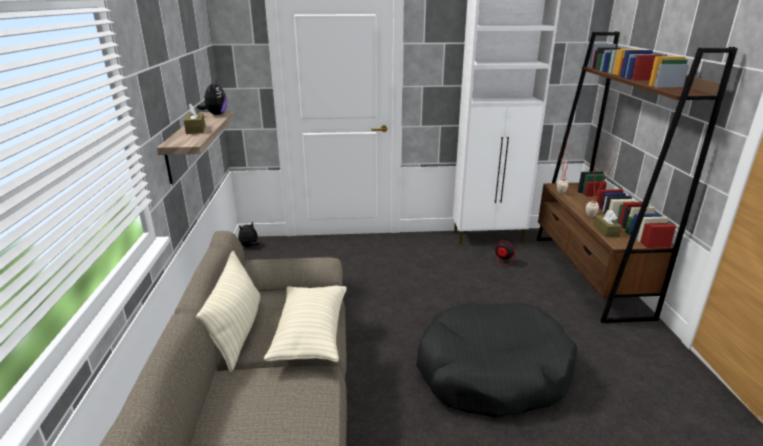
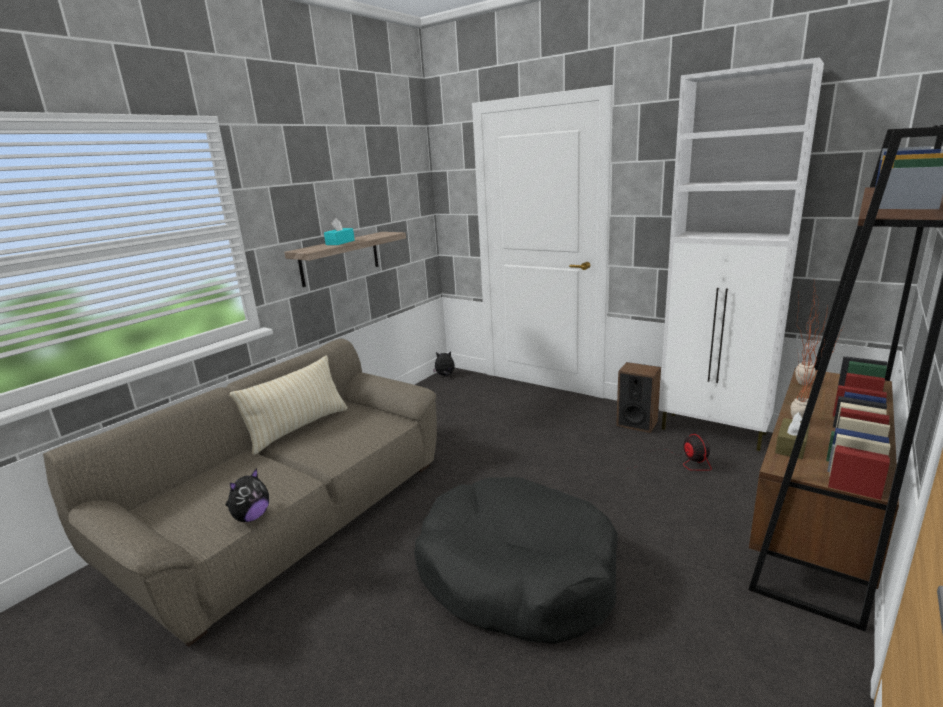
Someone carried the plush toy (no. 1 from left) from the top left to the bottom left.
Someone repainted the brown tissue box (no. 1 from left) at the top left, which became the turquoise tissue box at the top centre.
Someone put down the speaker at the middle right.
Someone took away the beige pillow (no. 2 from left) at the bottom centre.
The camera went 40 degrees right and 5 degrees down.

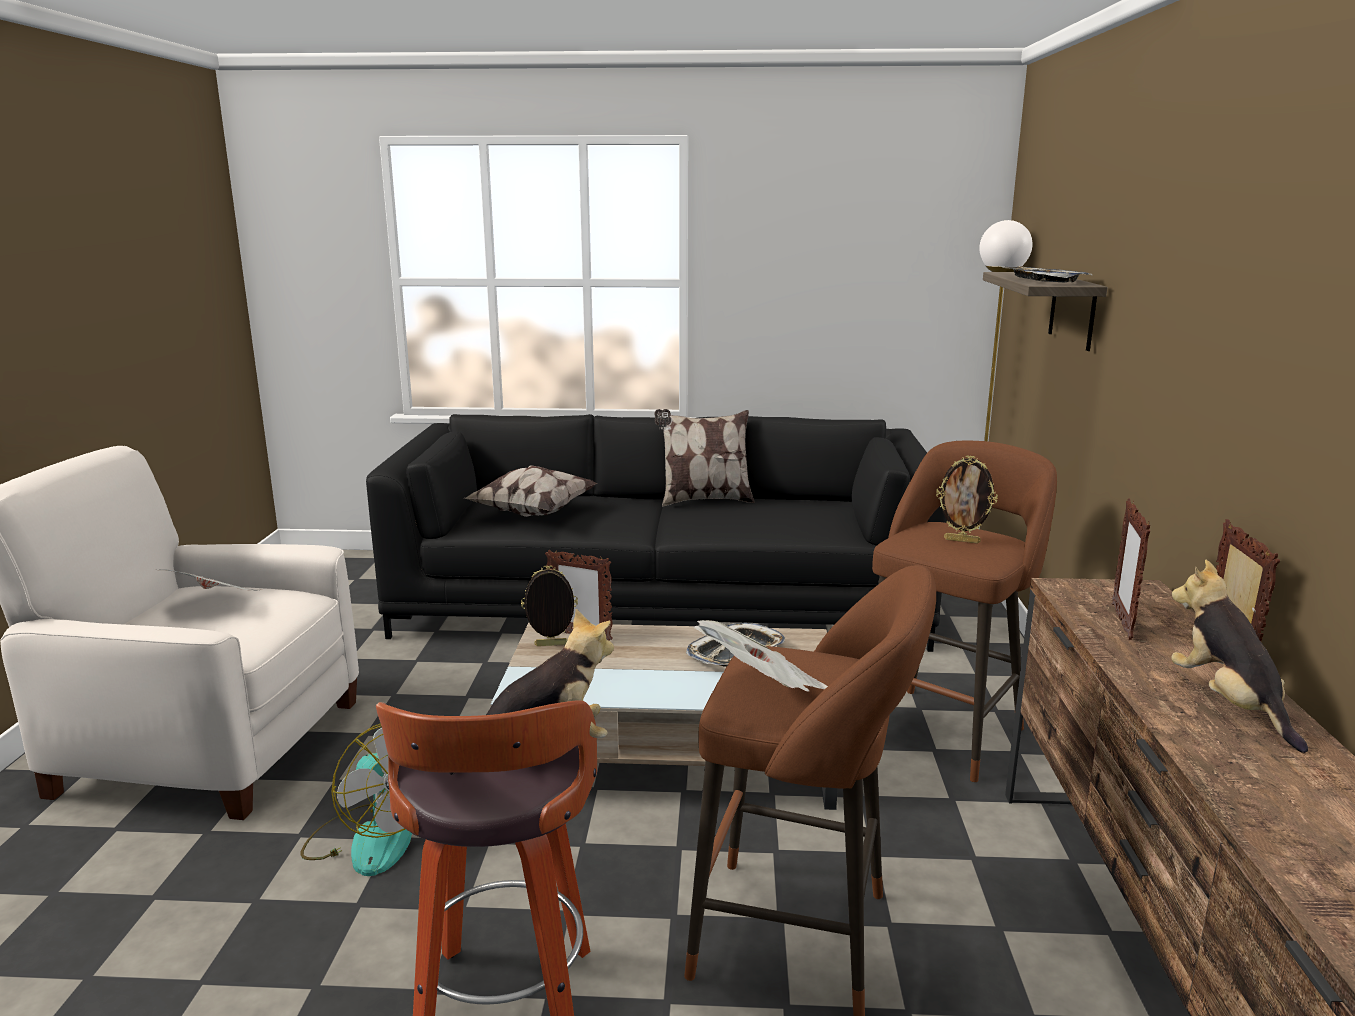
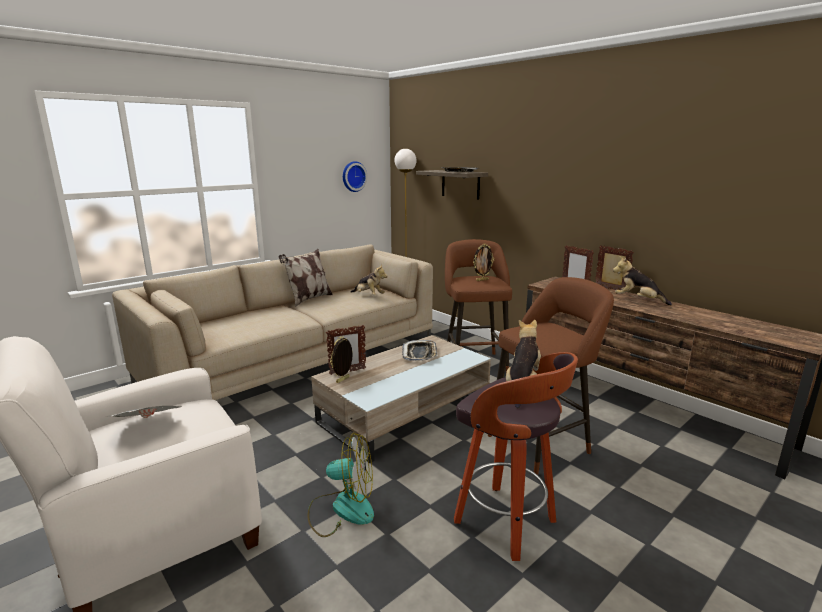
Someone repainted the black sofa at the centre, which became the beige sofa at the middle left.
Someone put up the wall clock at the top centre.
Someone put down the plush toy (no. 1 from left) at the centre.
Someone took away the pillow (no. 1 from left) at the centre.
Someone took away the newspaper (no. 2 from left) at the centre.
The camera went 45 degrees left and 0 degrees up.

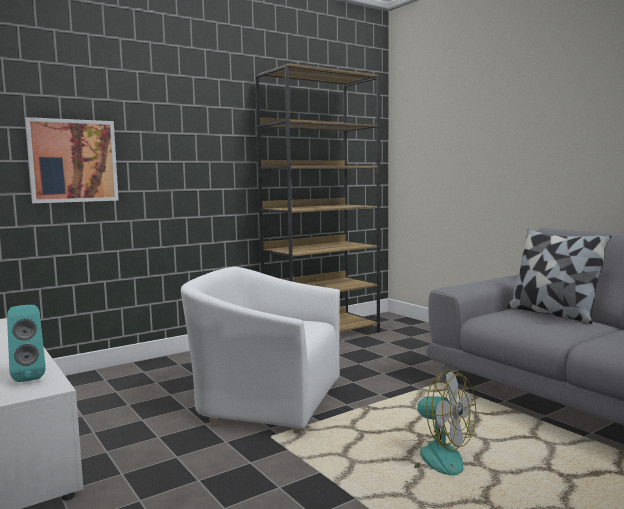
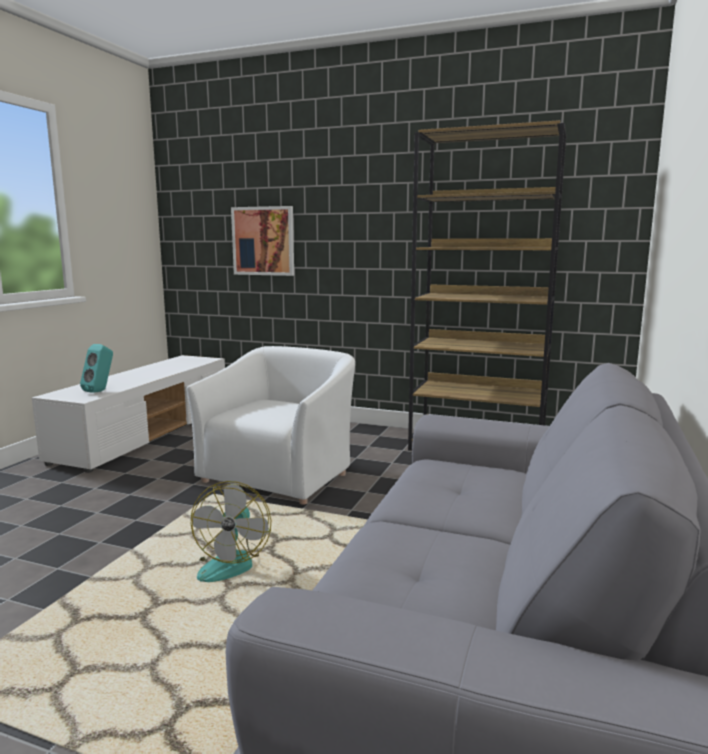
Someone rotated the white armchair at the bottom centre by 45 degrees clockwise.
Someone took away the pillow at the middle right.
The camera went 55 degrees right and 5 degrees up.

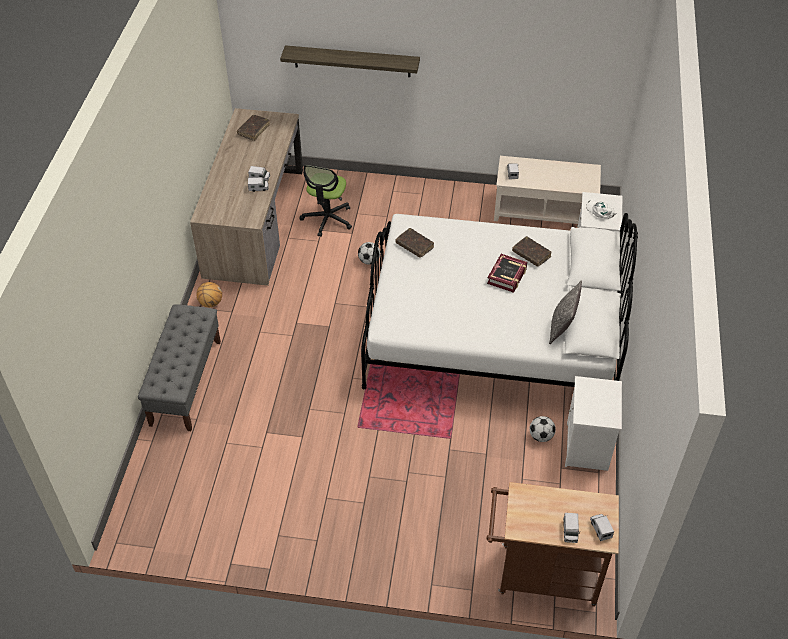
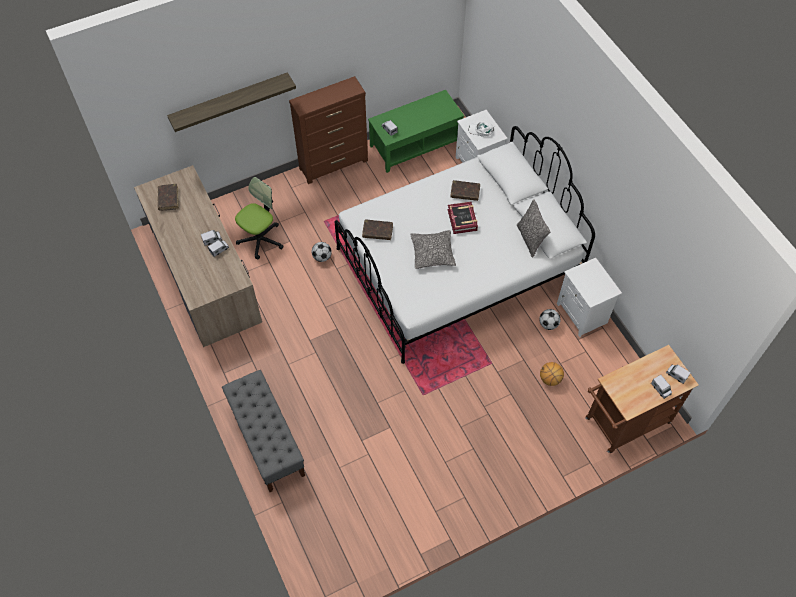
Someone rotated the office chair at the top centre by 120 degrees counterclockwise.
Someone put down the brown dresser at the top centre.
Someone repainted the beige coffee table at the top right, which became the green coffee table at the top centre.
Someone put down the pillow (no. 1 from left) at the centre.
Someone carried the basketball from the middle left to the middle right.
The camera went 35 degrees left and 10 degrees up.

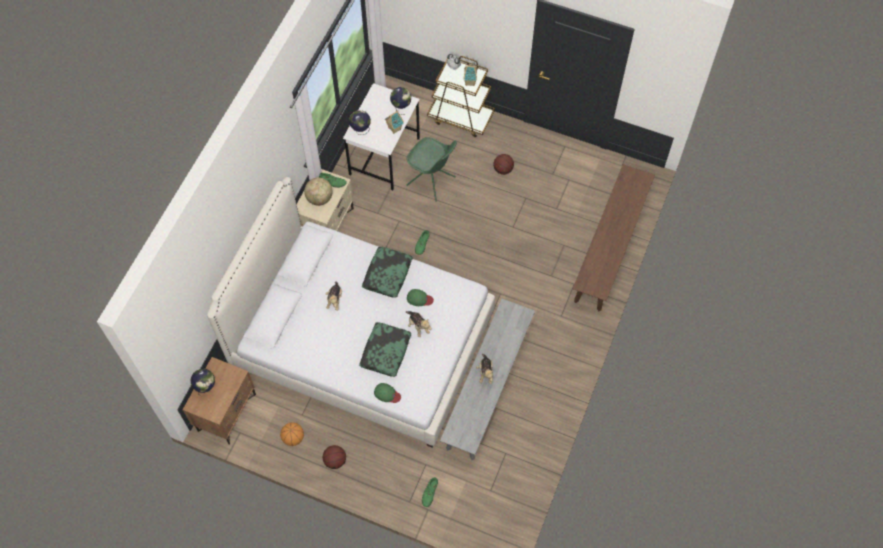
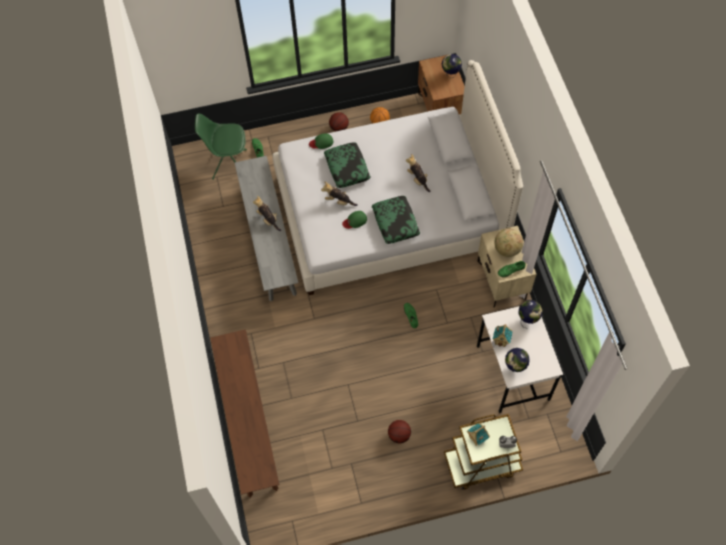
Someone carried the green chair from the top centre to the top left.
The camera went 145 degrees right and 0 degrees up.

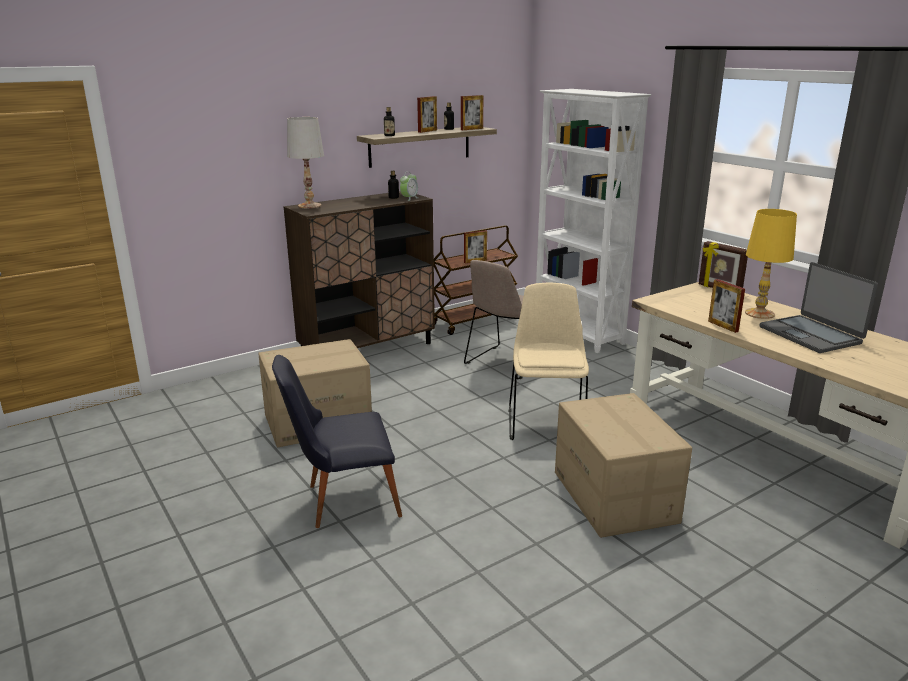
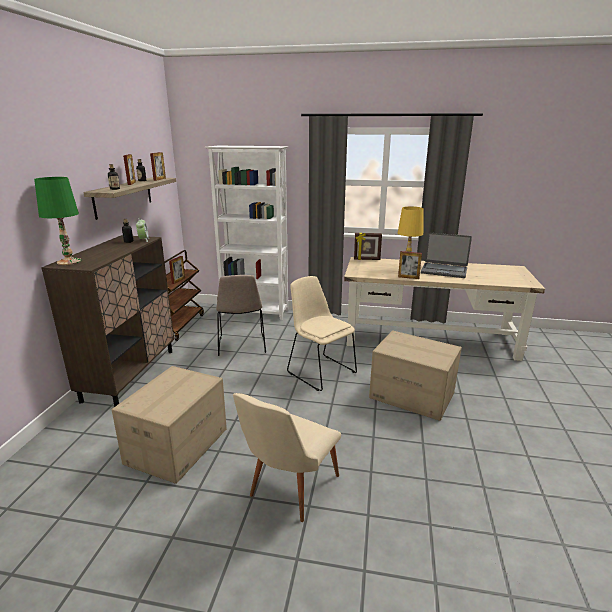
Someone repainted the white table lamp at the top centre, which became the green table lamp at the middle left.
Someone repainted the black chair at the centre, which became the beige chair (no. 2 from left) at the bottom centre.
The camera went 45 degrees left and 0 degrees up.

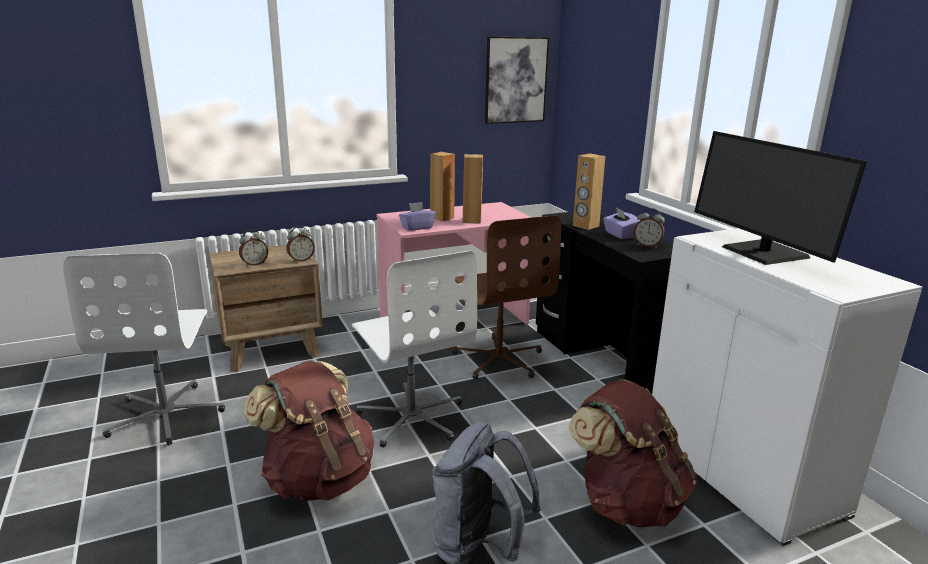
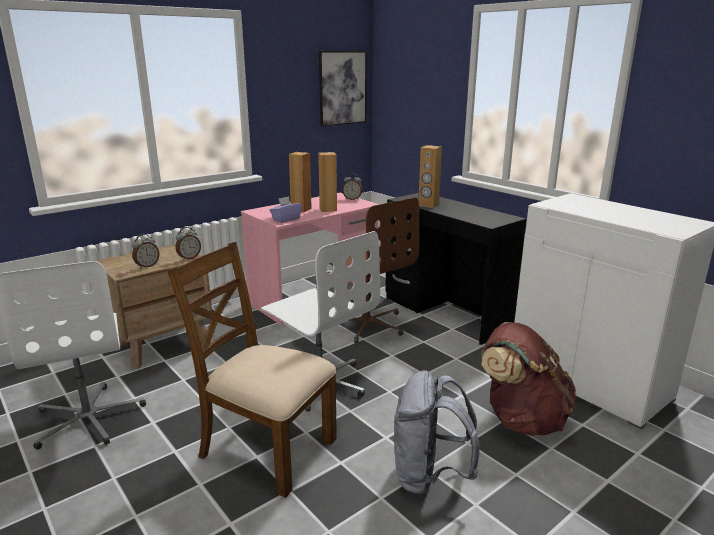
Someone swapped the brown backpack (no. 1 from left) at the bottom left for the brown chair at the bottom centre.
Someone carried the alarm clock (no. 3 from left) from the middle right to the centre.
Someone took away the purple tissue box (no. 2 from left) at the middle right.
Someone took away the monitor at the middle right.
The camera went 15 degrees left and 0 degrees up.

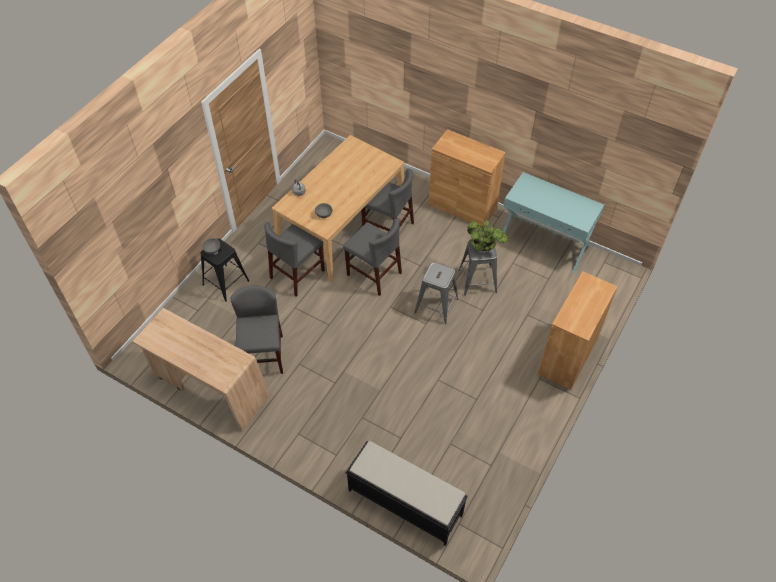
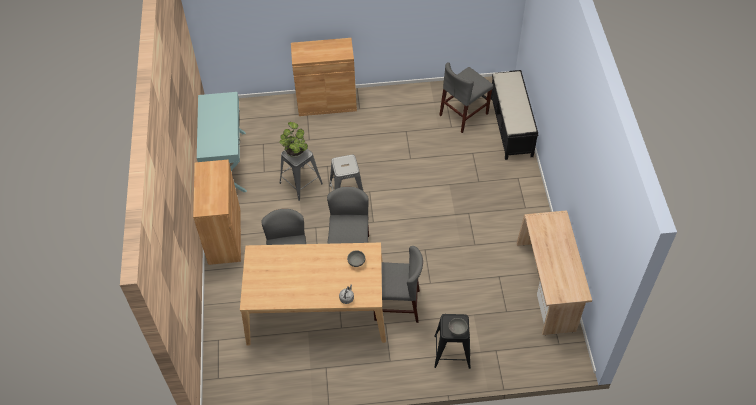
Someone carried the grey chair (no. 1 from left in the first image) from the middle left to the top centre.
The camera went 125 degrees left and 0 degrees up.

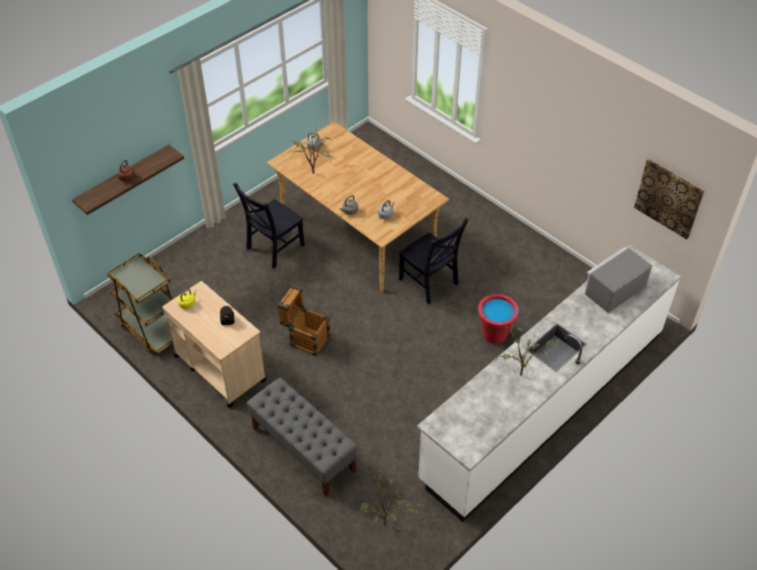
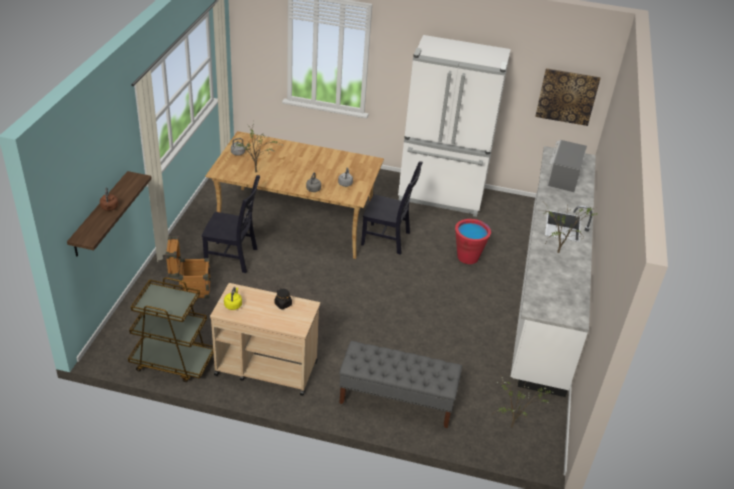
Someone carried the crate from the centre to the middle left.
Someone rotated the black chair (no. 1 from left) at the centre by 90 degrees counterclockwise.
Someone put down the white fridge at the top centre.
The camera went 35 degrees left and 10 degrees down.

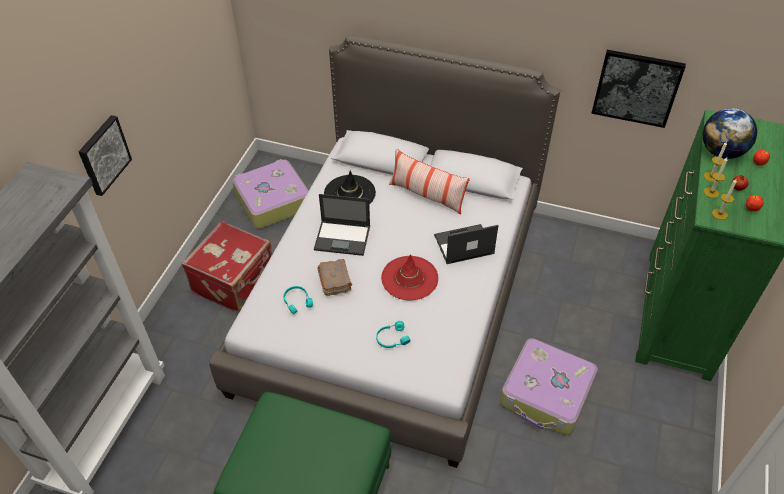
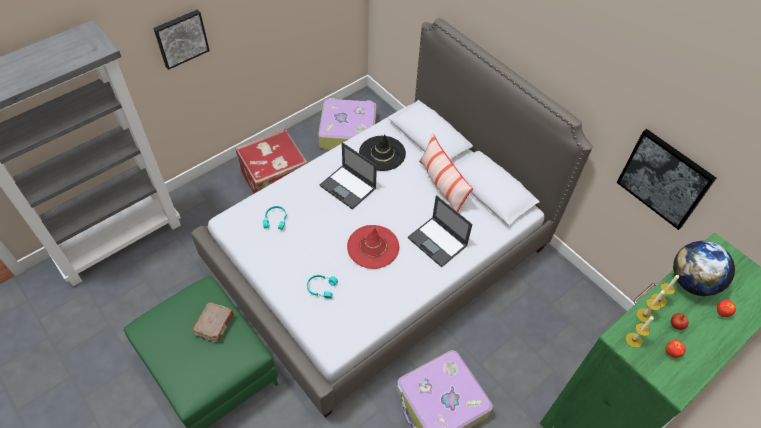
Someone carried the brown book from the centre to the bottom left.
Someone rotated the laptop (no. 2 from left) at the centre by 150 degrees counterclockwise.
The camera went 30 degrees right and 5 degrees up.

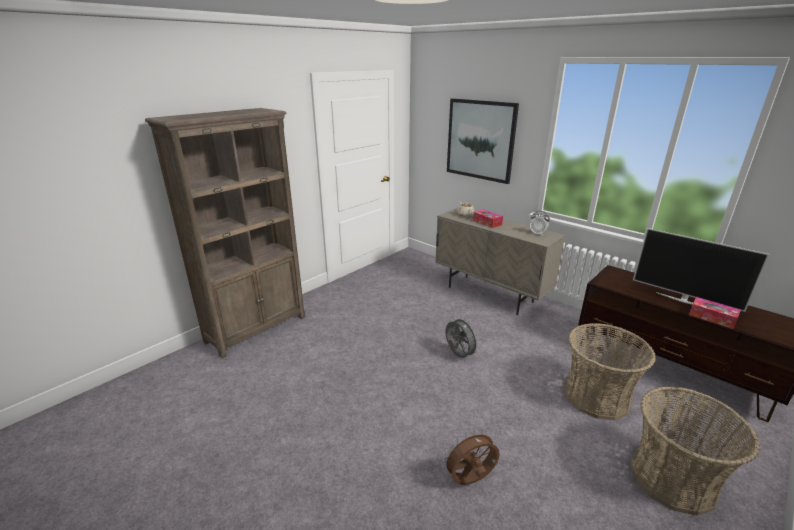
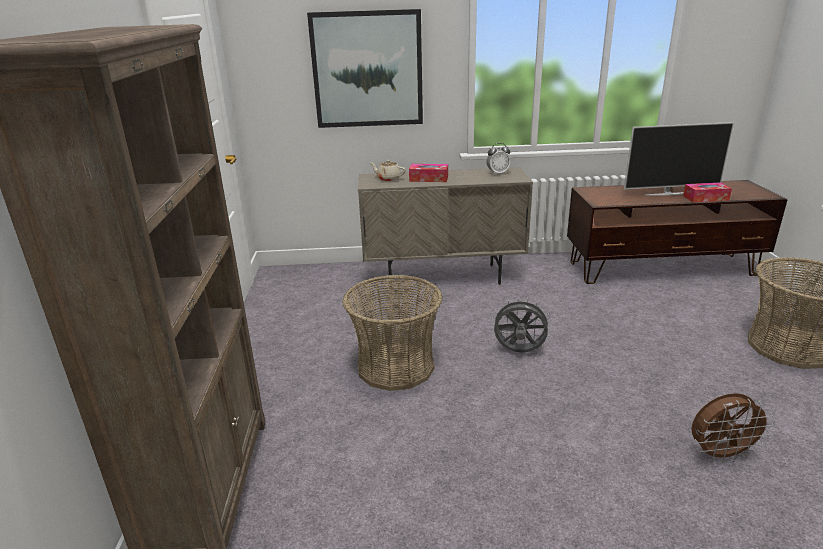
Someone carried the basket (no. 1 from left) from the bottom right to the centre.
Someone rotated the brown fan at the bottom centre by 120 degrees counterclockwise.
The camera went 45 degrees left and 0 degrees up.

